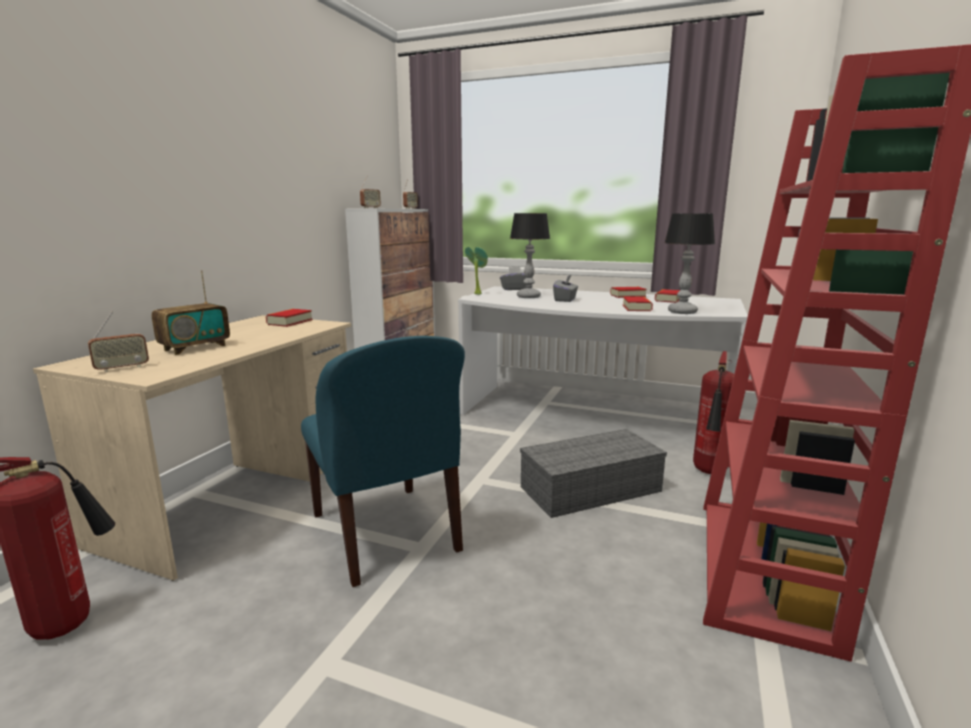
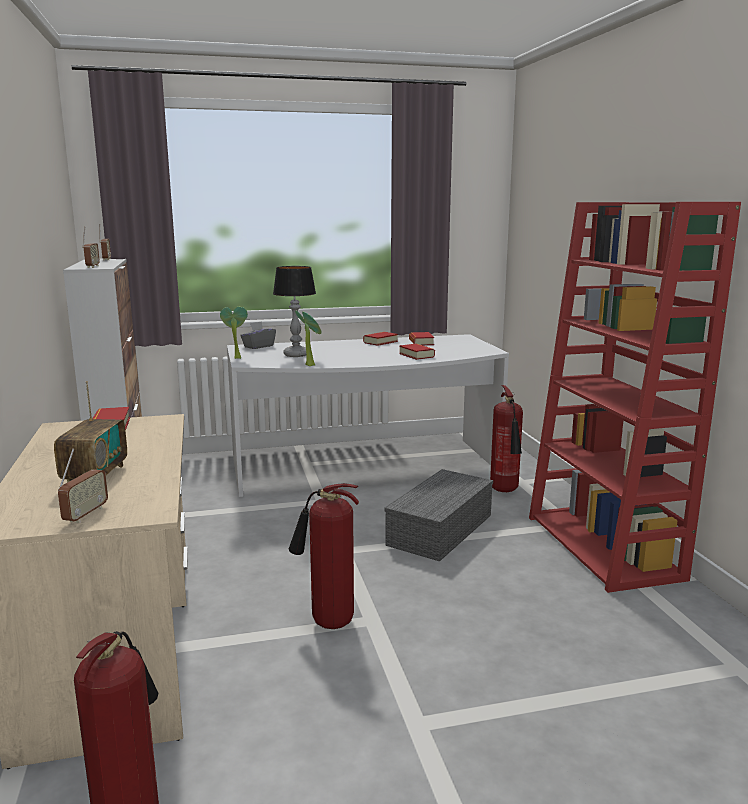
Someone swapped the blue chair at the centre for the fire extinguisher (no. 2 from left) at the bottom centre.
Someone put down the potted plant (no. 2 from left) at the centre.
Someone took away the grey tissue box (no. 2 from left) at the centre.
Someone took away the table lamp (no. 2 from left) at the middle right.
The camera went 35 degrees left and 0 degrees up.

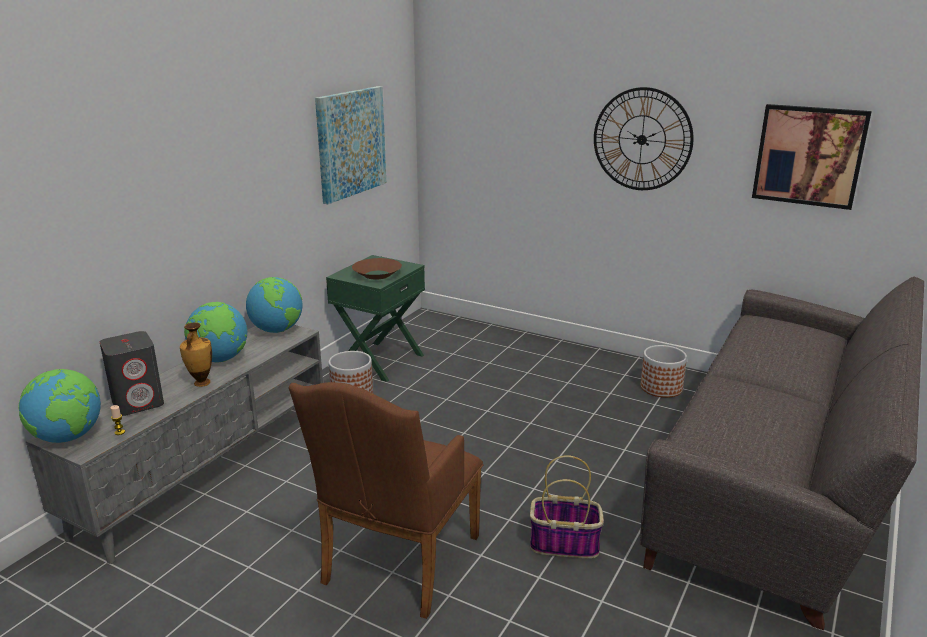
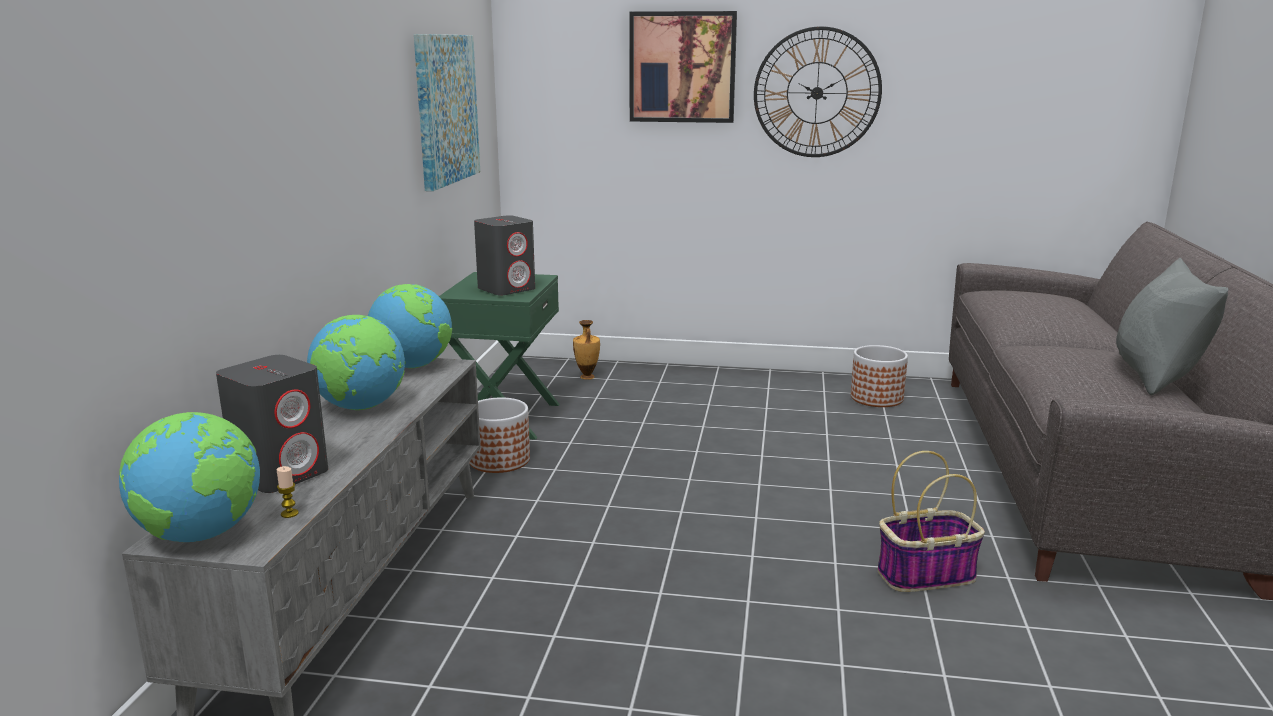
Someone swapped the brown bowl at the centre for the grey speaker (no. 2 from left) at the centre.
Someone carried the vase from the middle left to the centre.
Someone carried the picture (no. 2 from left) from the top right to the top centre.
Someone put down the grey pillow at the middle right.
Someone took away the brown armchair at the bottom centre.
The camera went 20 degrees left and 5 degrees down.

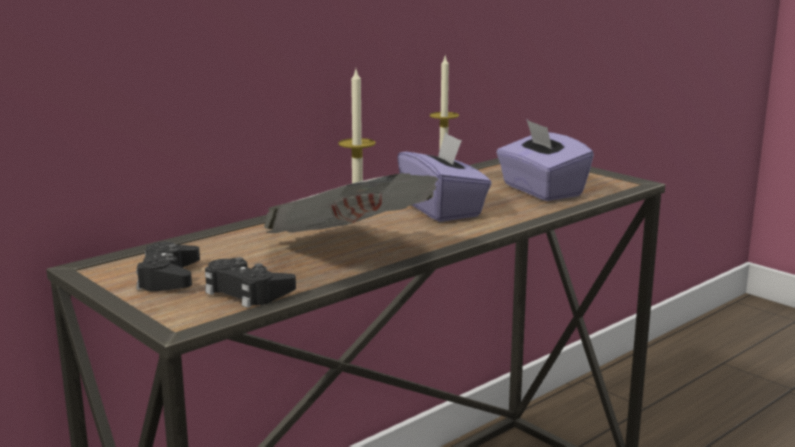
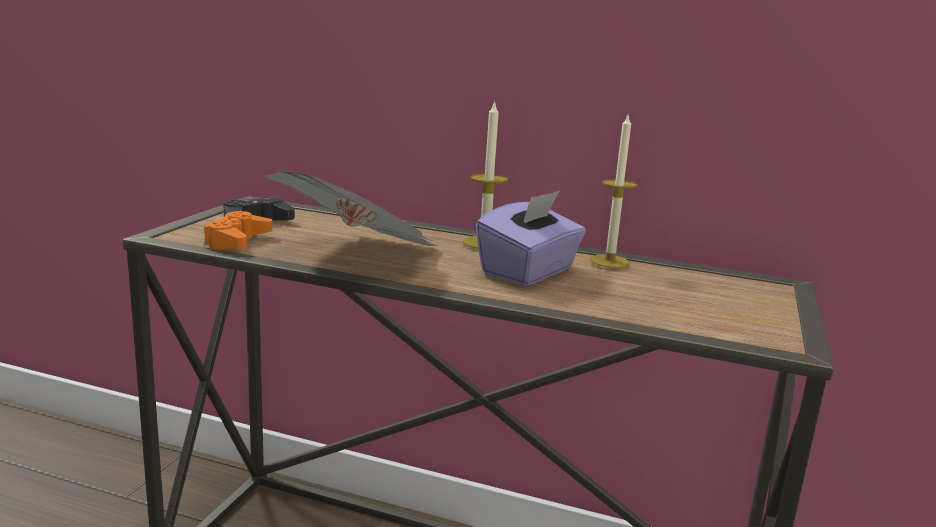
Someone repainted the black game controller (no. 2 from left) at the middle left, which became the orange game controller at the middle left.
Someone took away the purple tissue box (no. 2 from left) at the middle right.
The camera went 60 degrees right and 0 degrees up.

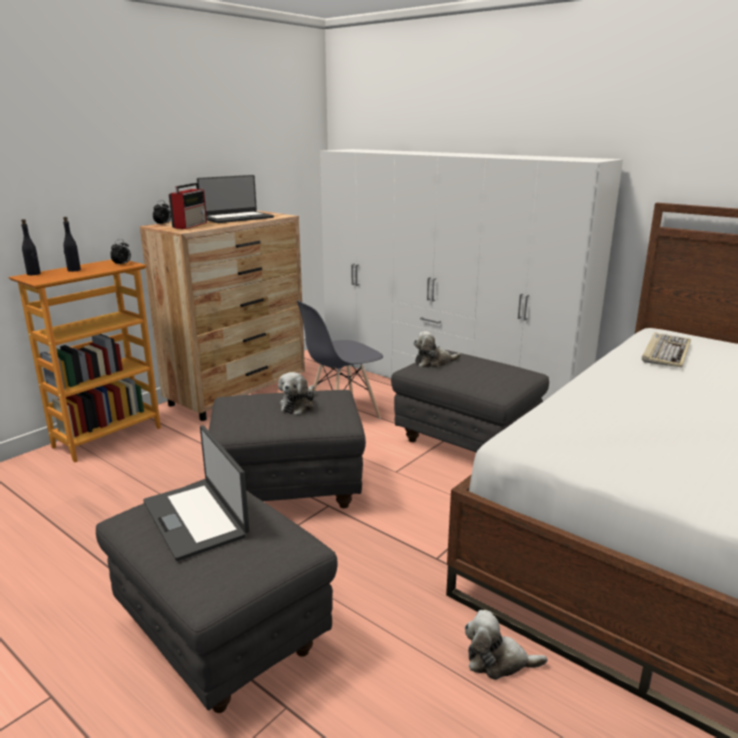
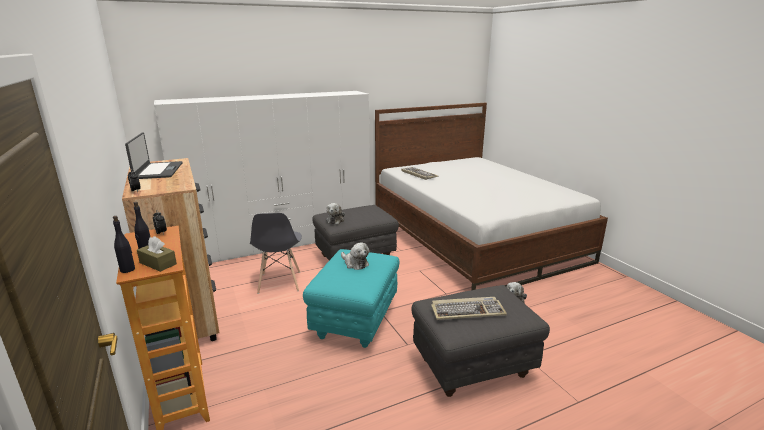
Someone put down the brown tissue box at the middle left.
Someone repainted the grey ottoman (no. 2 from left) at the centre, which became the turquoise ottoman at the bottom centre.
Someone swapped the laptop (no. 1 from left) at the bottom left for the keyboard (no. 2 from left) at the bottom centre.
Someone took away the radio at the top left.
The camera went 65 degrees left and 0 degrees up.

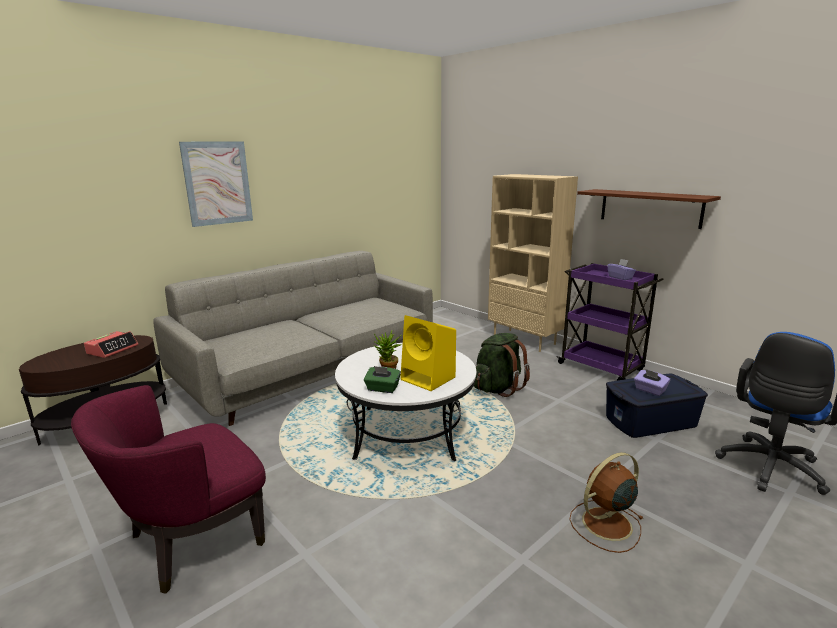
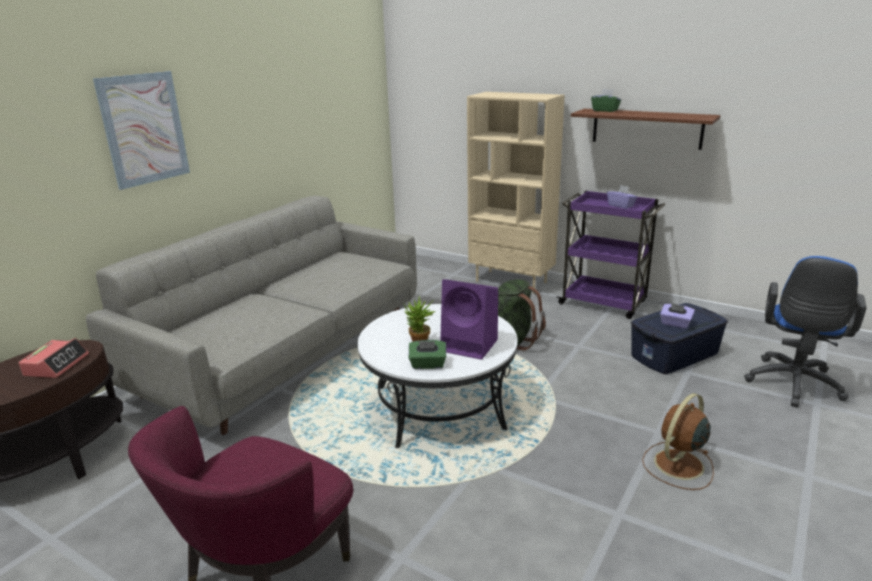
Someone repainted the yellow speaker at the centre, which became the purple speaker at the centre.
Someone put down the green tissue box (no. 2 from left) at the top right.
The camera went 15 degrees left and 5 degrees up.

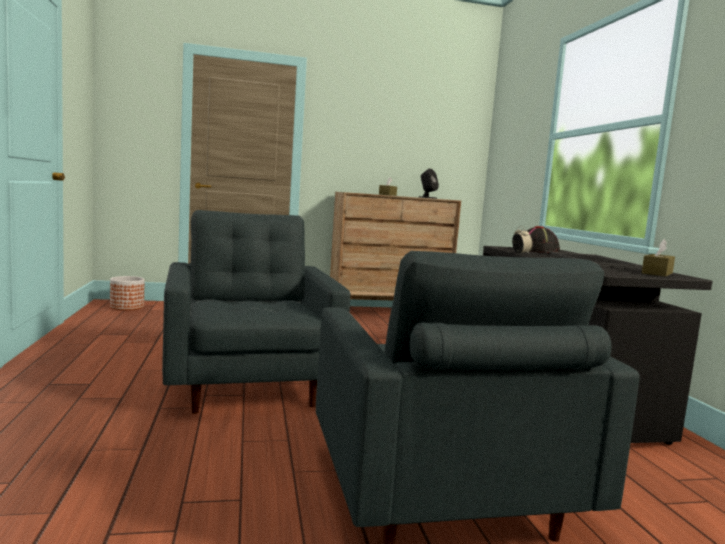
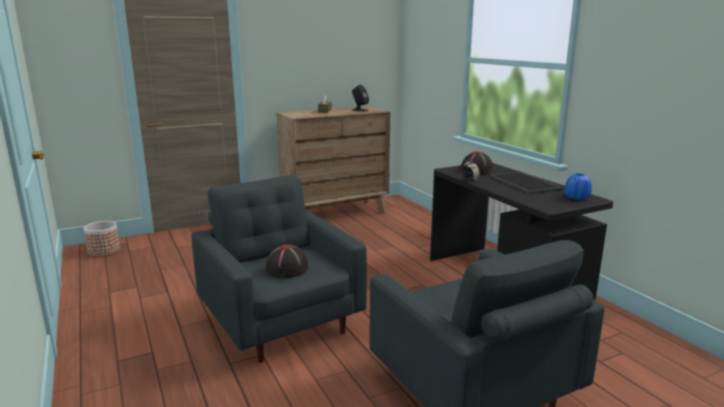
Someone put down the black hat (no. 1 from left) at the centre.
Someone swapped the brown tissue box (no. 2 from left) at the middle right for the blue vase at the middle right.
The camera went 15 degrees left and 10 degrees up.

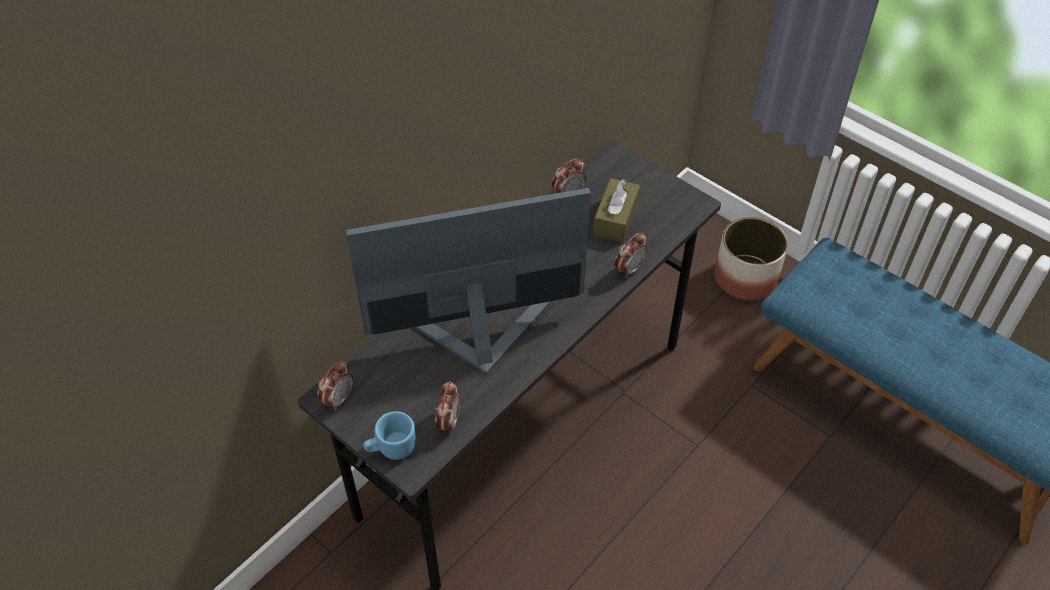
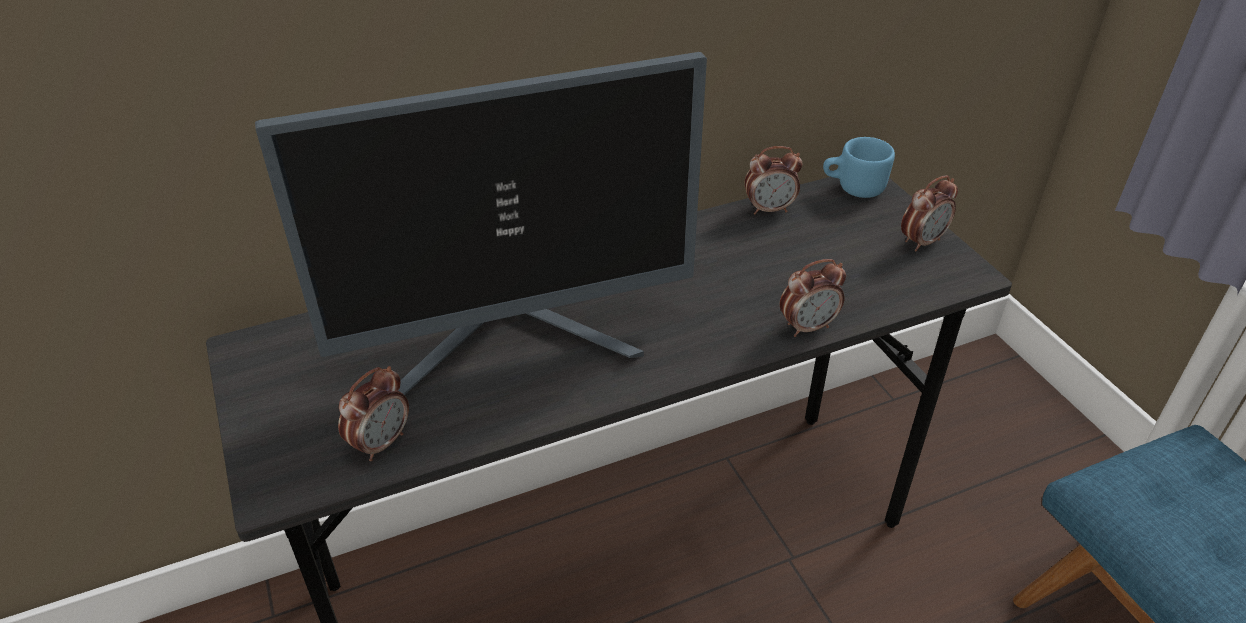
Someone rotated the monitor at the centre by 150 degrees clockwise.
Someone carried the blue mug from the bottom centre to the top right.
Someone carried the alarm clock (no. 1 from left in the first image) from the middle left to the middle right.
Someone took away the brown tissue box at the centre.
Someone took away the planter at the middle right.
The camera went 25 degrees right and 10 degrees down.

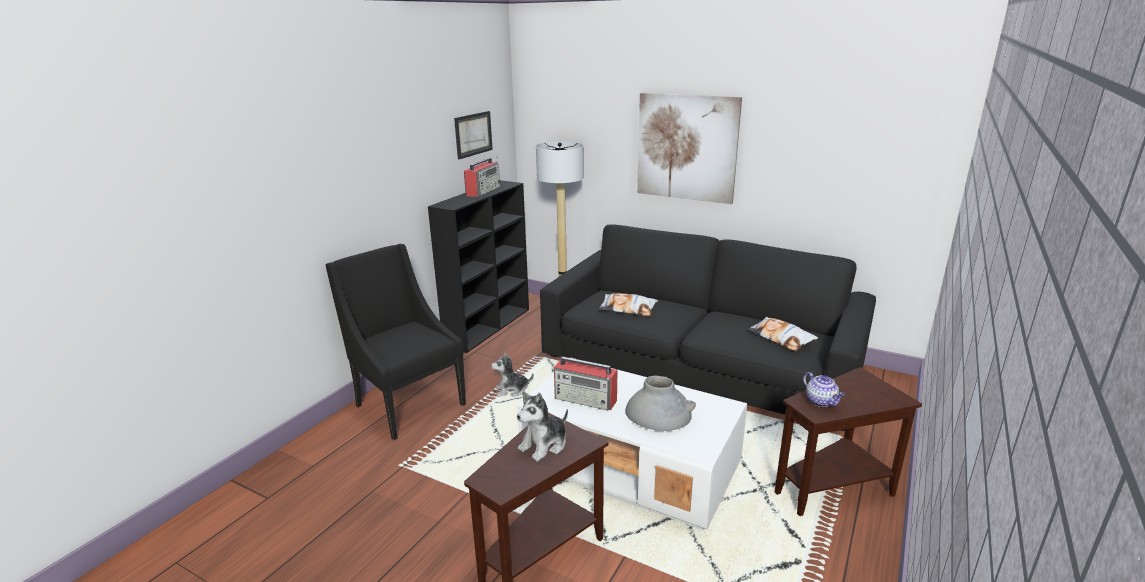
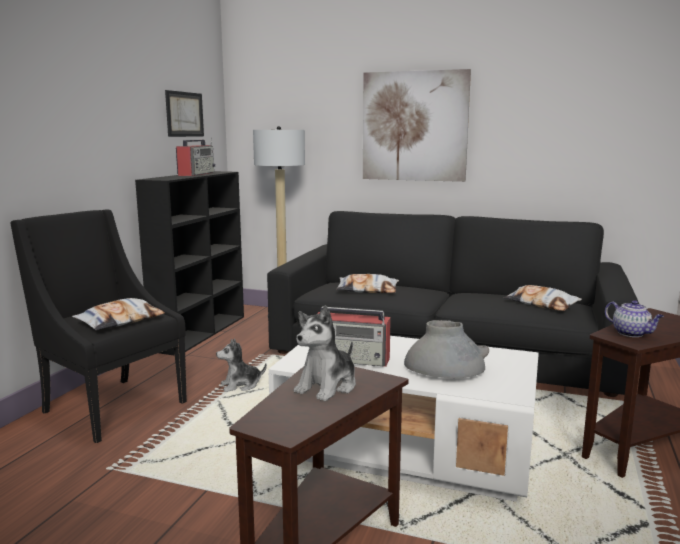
Someone put down the pillow (no. 1 from left) at the middle left.
The camera went 10 degrees left and 10 degrees down.

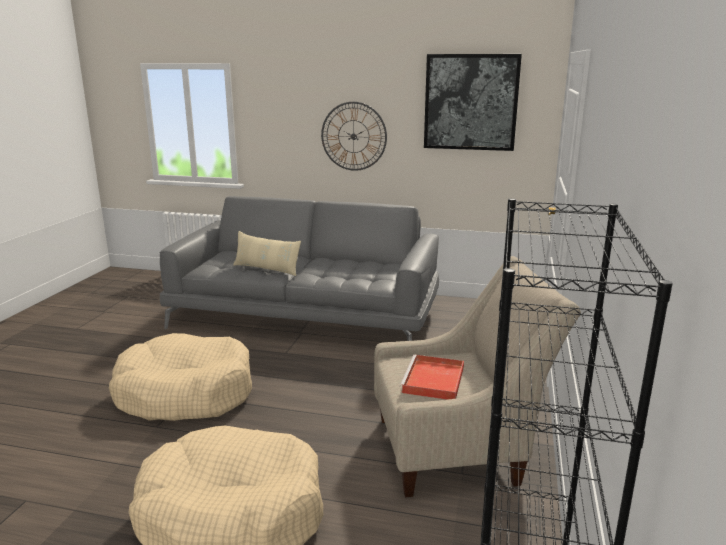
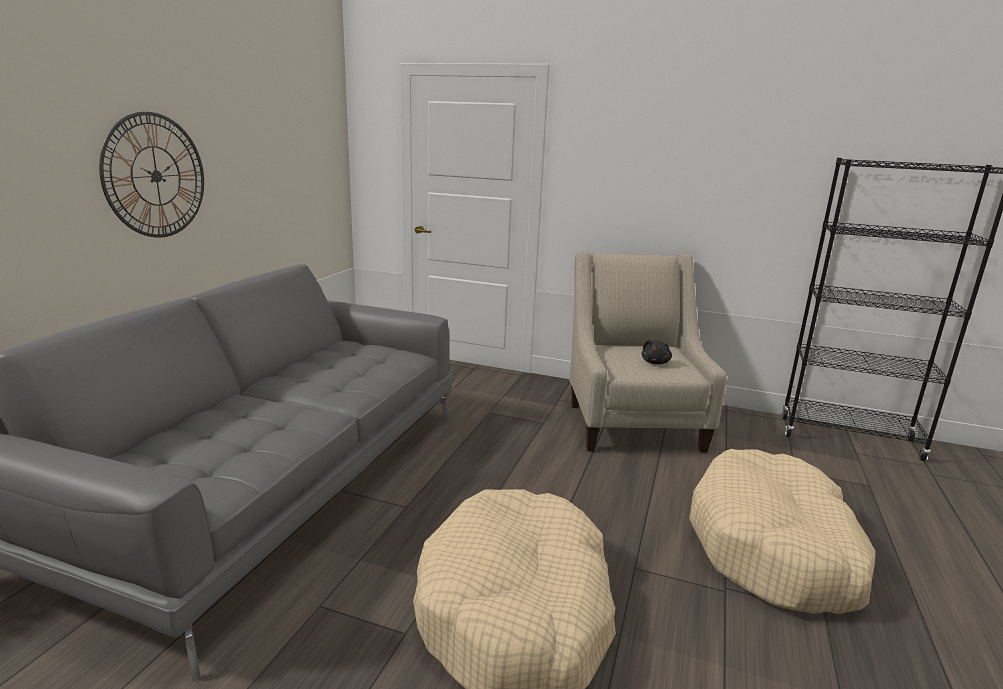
Someone swapped the red tray at the bottom centre for the black plush toy at the centre.
Someone took away the beige pillow at the centre.
Someone took away the picture at the top centre.
The camera went 85 degrees left and 0 degrees up.

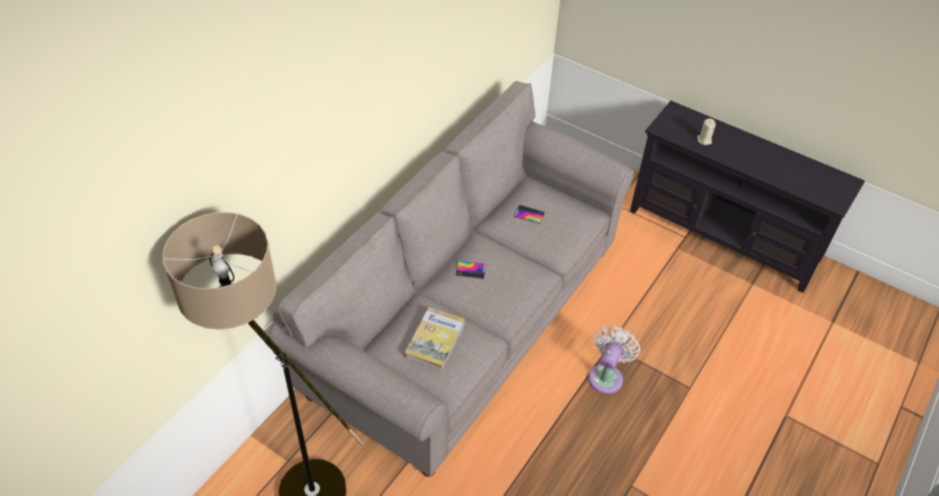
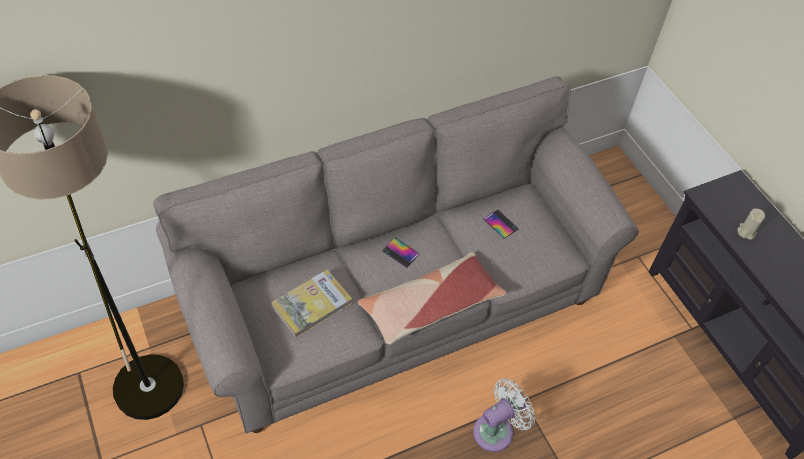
Someone put down the pillow at the centre.
The camera went 30 degrees right and 5 degrees up.

